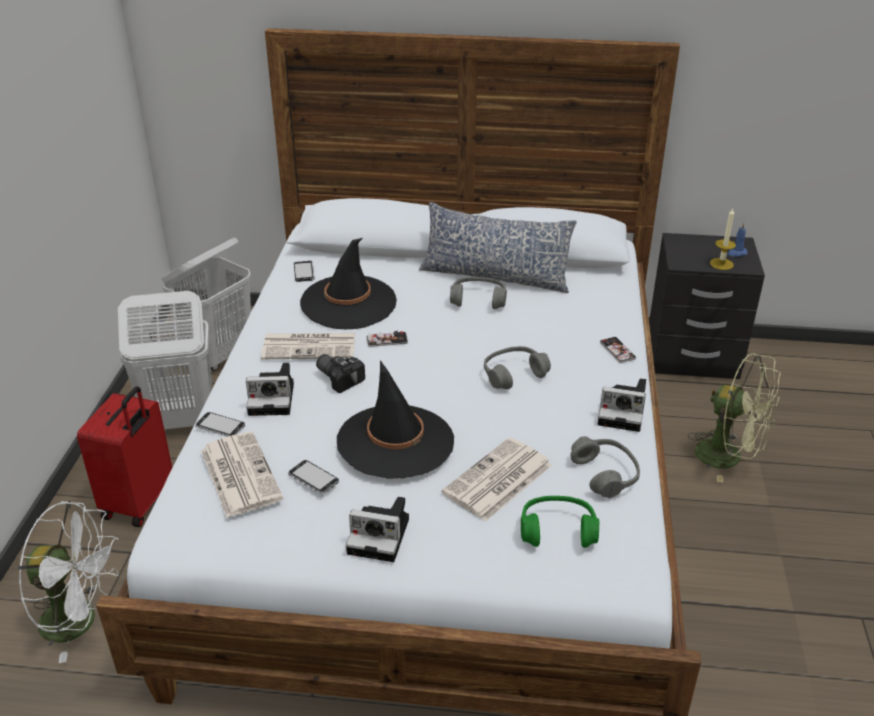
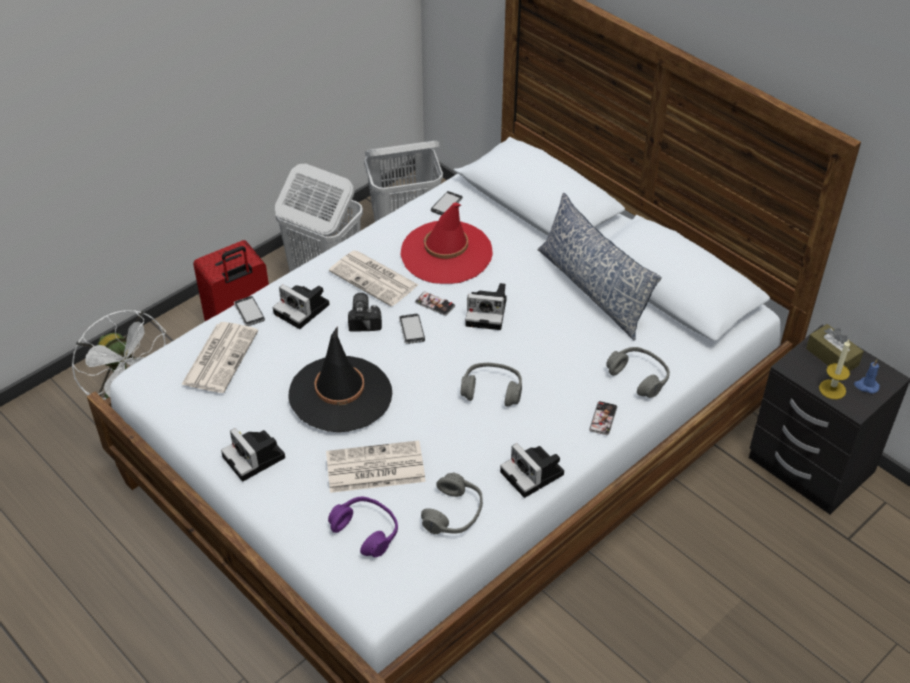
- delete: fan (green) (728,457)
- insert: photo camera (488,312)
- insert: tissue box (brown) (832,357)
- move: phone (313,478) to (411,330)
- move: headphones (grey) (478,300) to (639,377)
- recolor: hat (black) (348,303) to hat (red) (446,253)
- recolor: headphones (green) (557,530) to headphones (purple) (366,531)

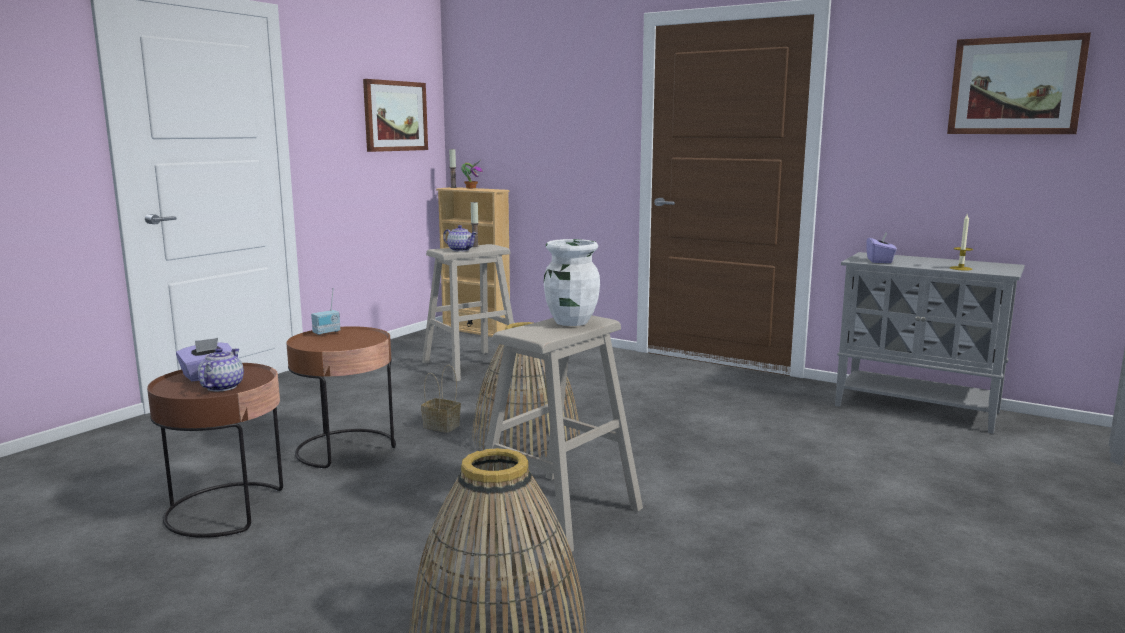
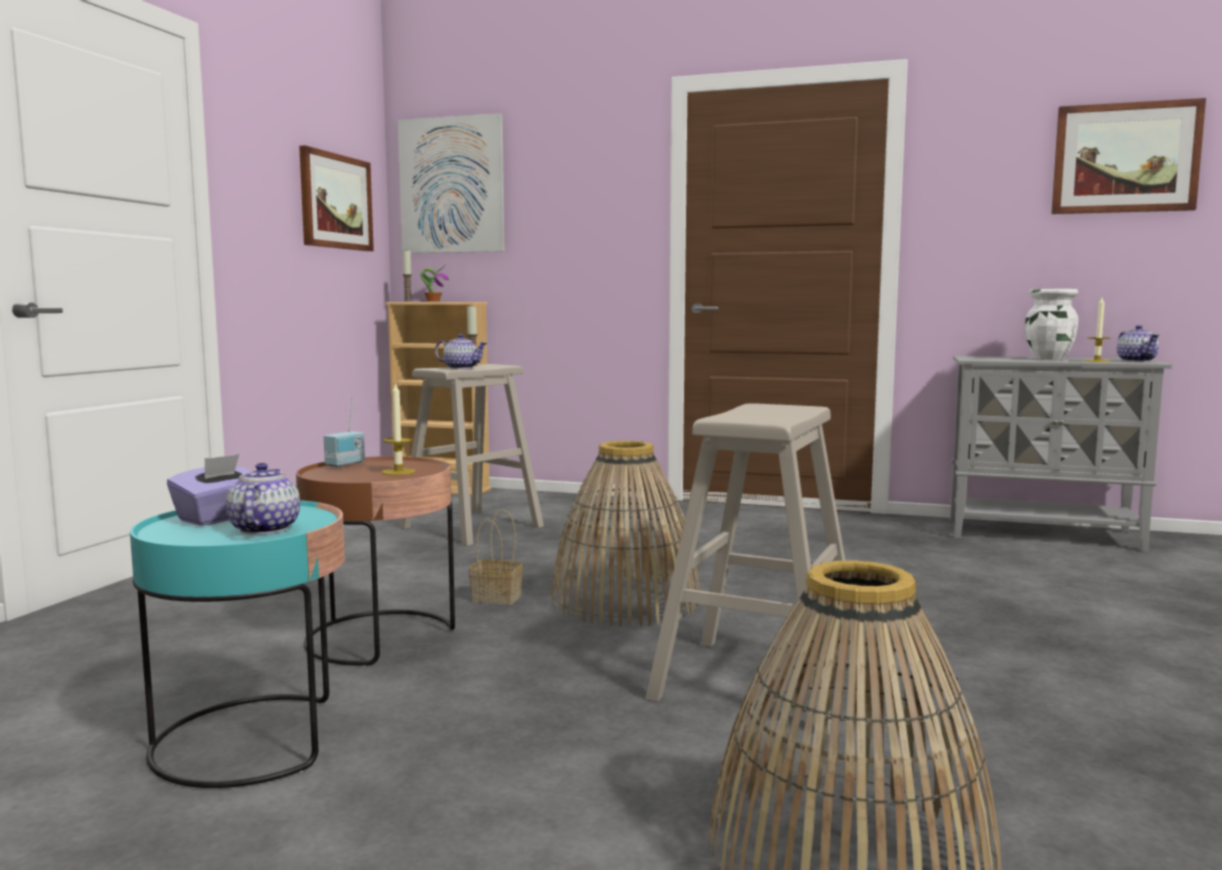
- delete: tissue box (purple) (880,261)
- insert: candle (398,472)
- insert: picture (451,185)
- insert: teapot (1136,361)
- move: vase (white) (571,322) to (1048,358)
- recolor: side table (brown) (227,509) to side table (turquoise) (252,739)

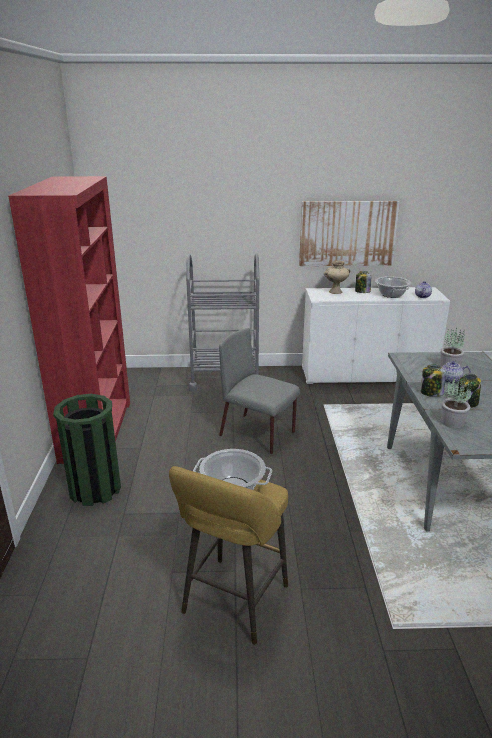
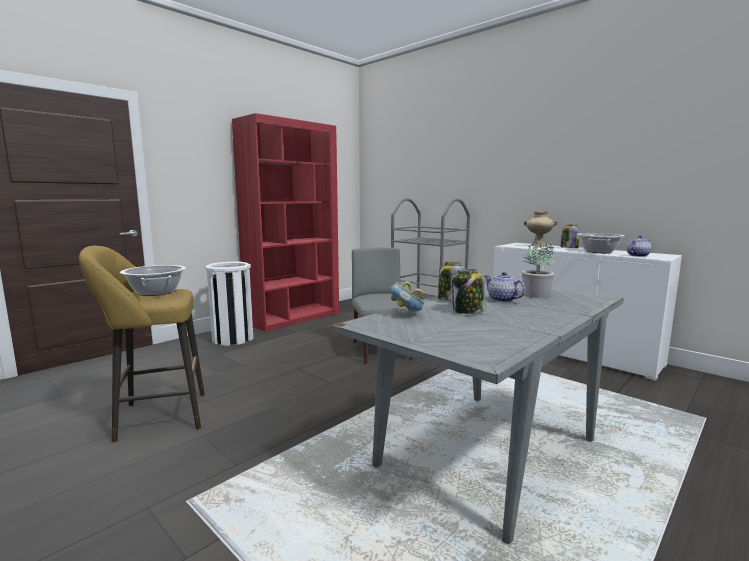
- delete: picture (347,233)
- replace: potted plant (453,422) to bowl (407,314)
- recolor: trash can (green) (95,489) to trash can (white) (232,339)

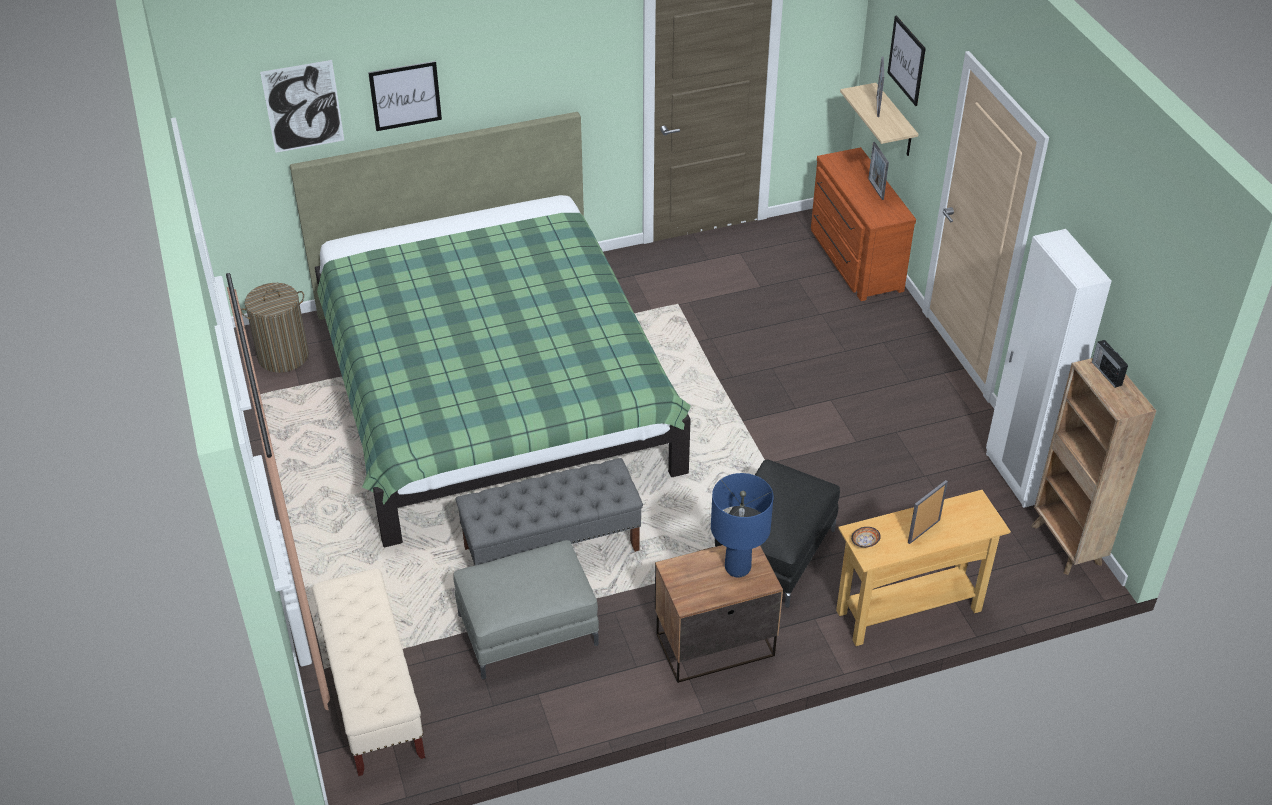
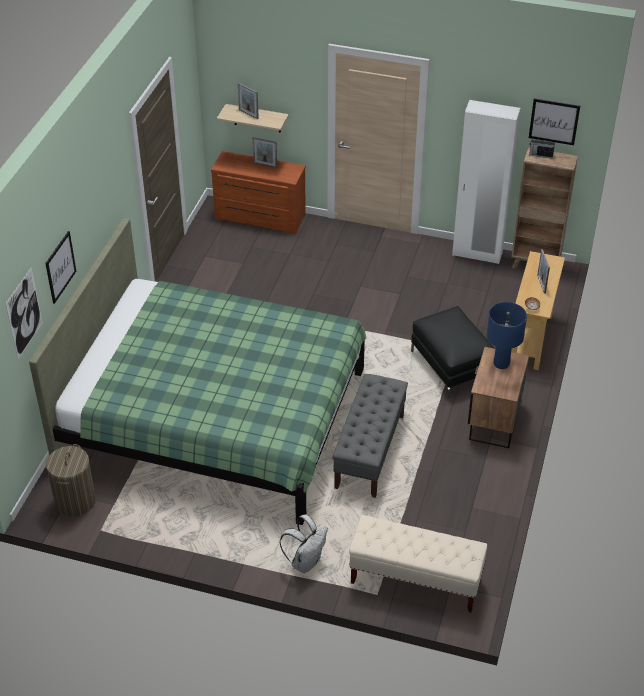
- delete: ottoman (grey) (528,629)
- insert: backpack (white) (305,561)
- move: picture (906,60) to (554,121)

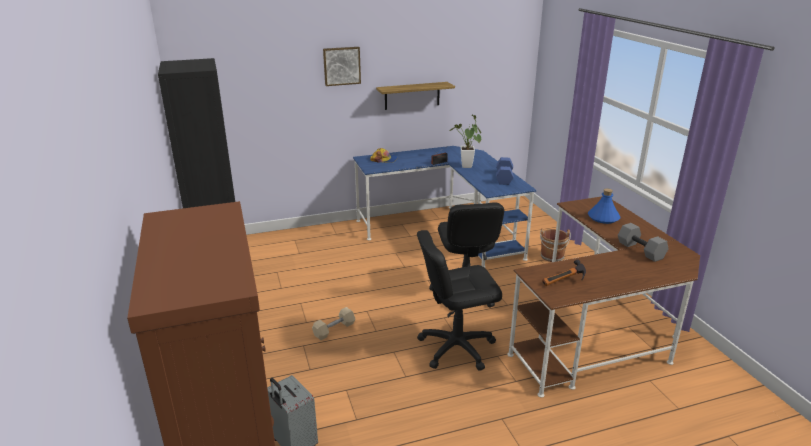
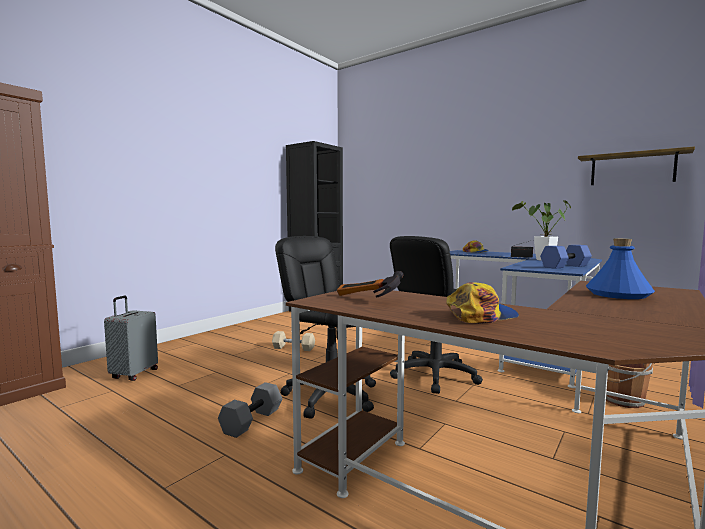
- delete: picture (341,66)
- insert: cap (480,315)
- move: shelf (412,95) to (632,169)
- move: dumbbell (grey) (641,250) to (252,421)

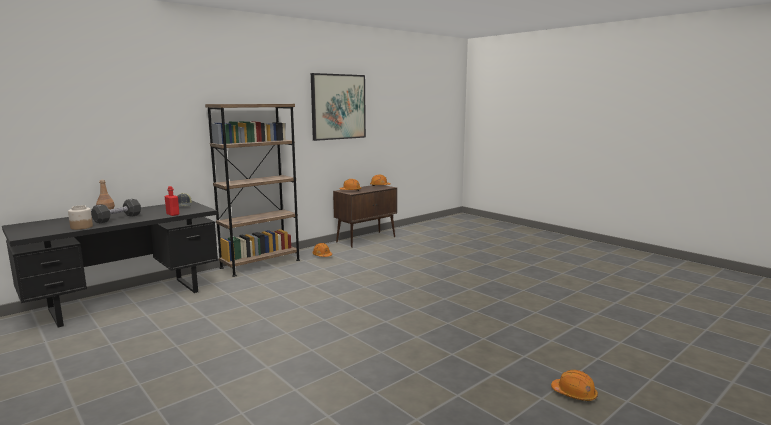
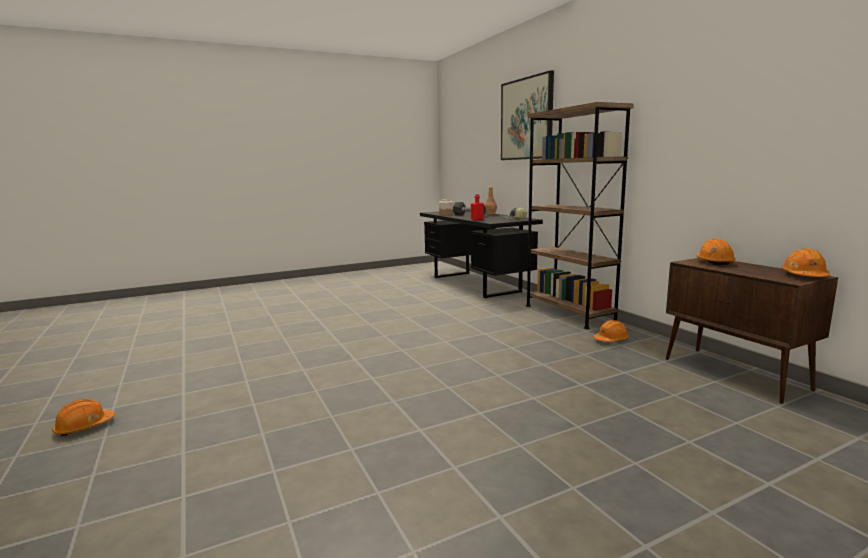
- move: picture (338,107) to (526,119)

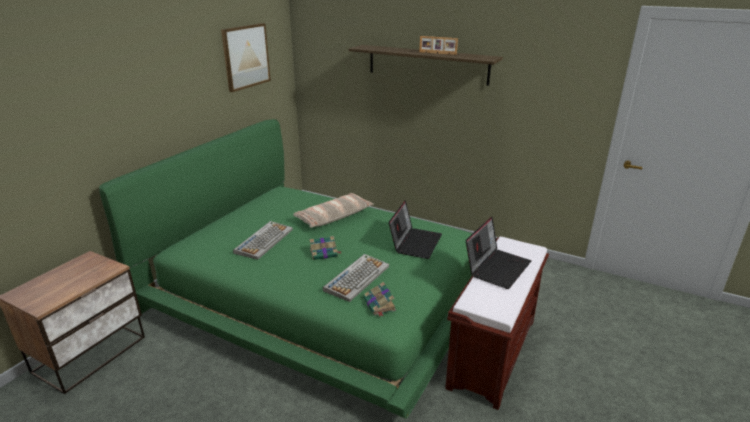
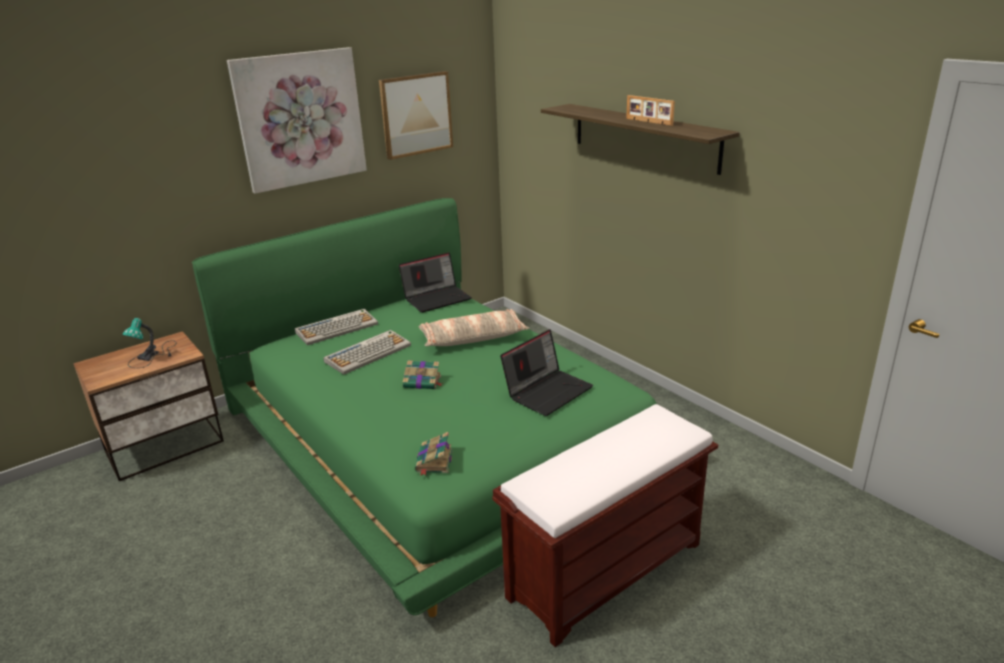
- insert: table lamp (153,355)
- insert: picture (300,119)
- move: keyboard (357,278) to (337,328)
- move: laptop (497,267) to (437,298)

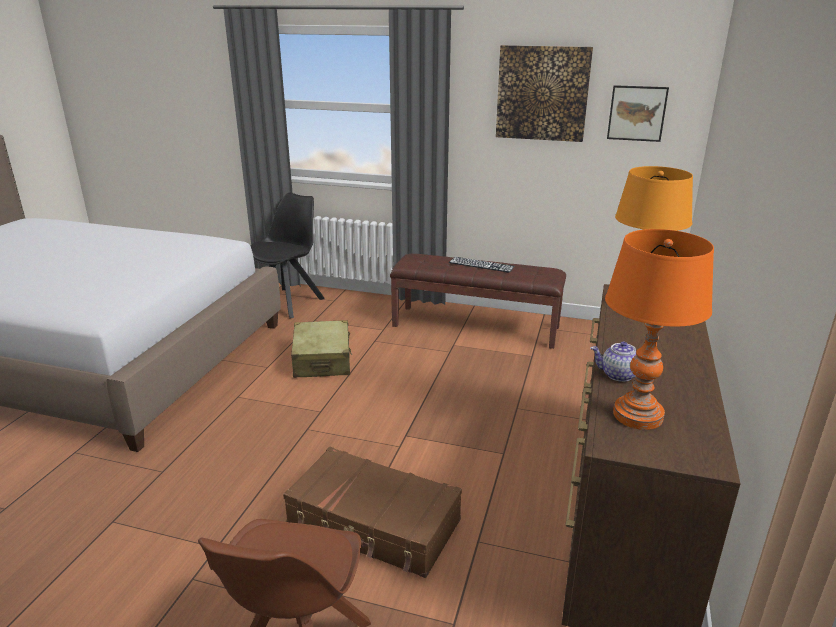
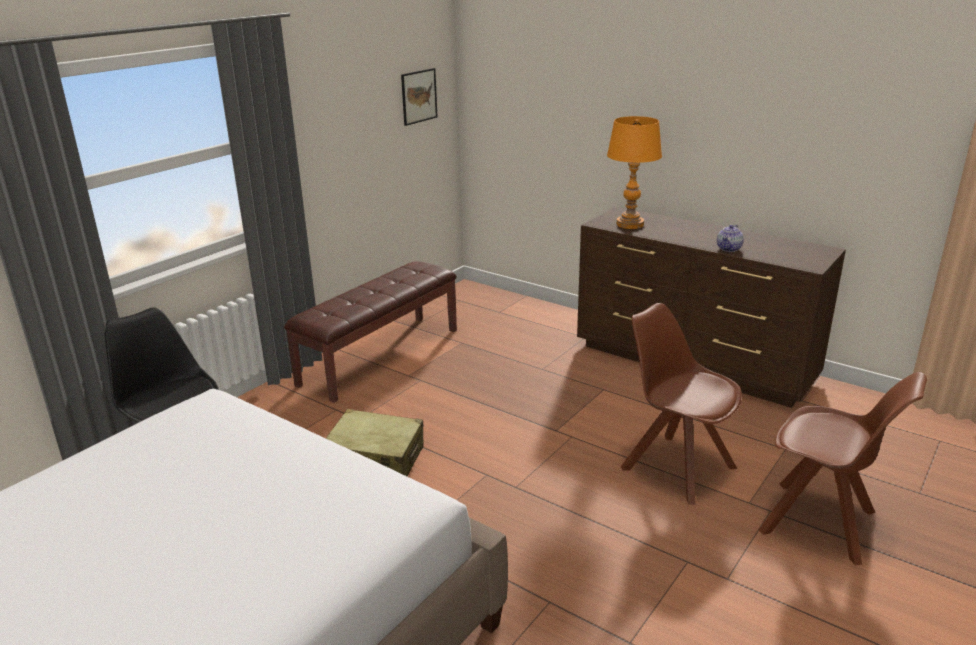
- delete: keyboard (481,264)
- delete: picture (542,93)
- delete: table lamp (orange) (637,415)
- replace: suitcase (brown) (374,524) to chair (brown) (675,466)

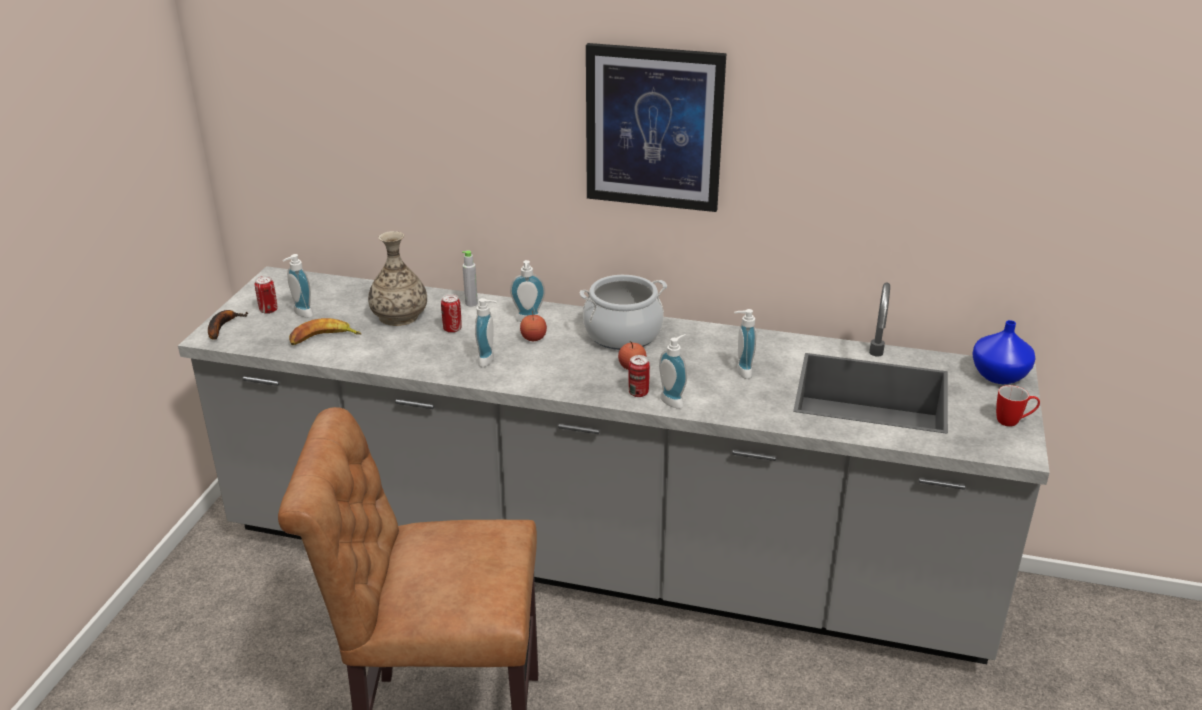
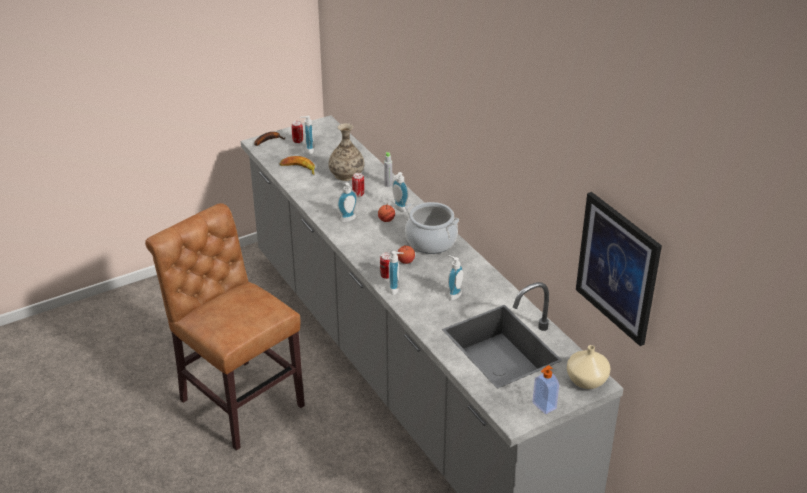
- move: picture (654,128) to (618,268)
- replace: mug (1013,422) to soap dispenser (543,406)
- recolor: vase (blue) (998,376) to vase (beige) (585,380)

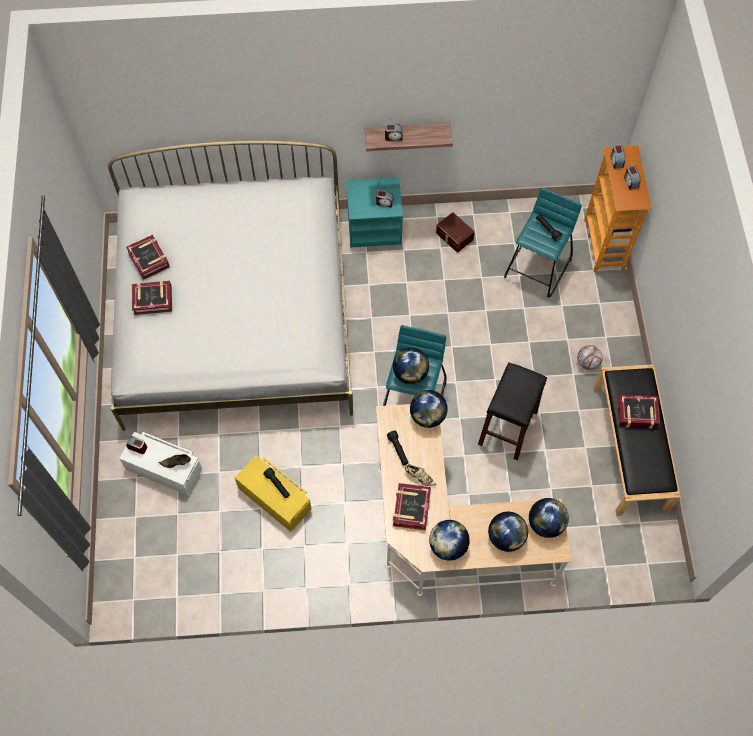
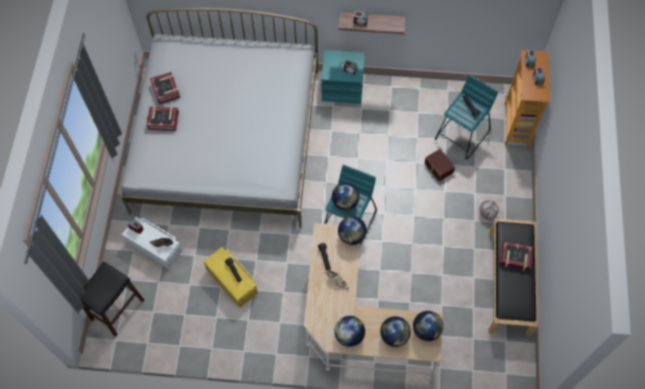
- delete: book (411,508)
- move: storage box (brown) (454,236) to (438,168)
- move: stool (black) (507,428) to (117,309)

